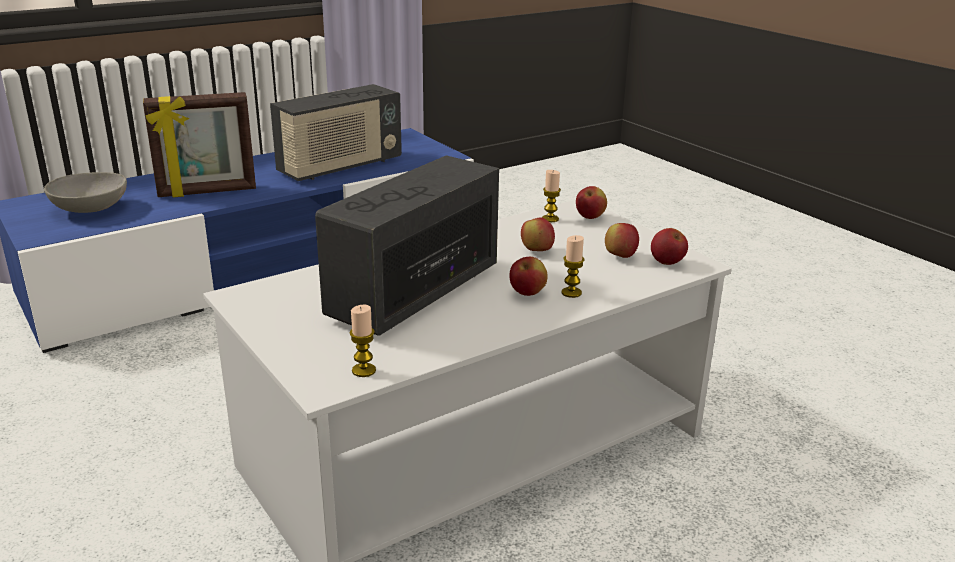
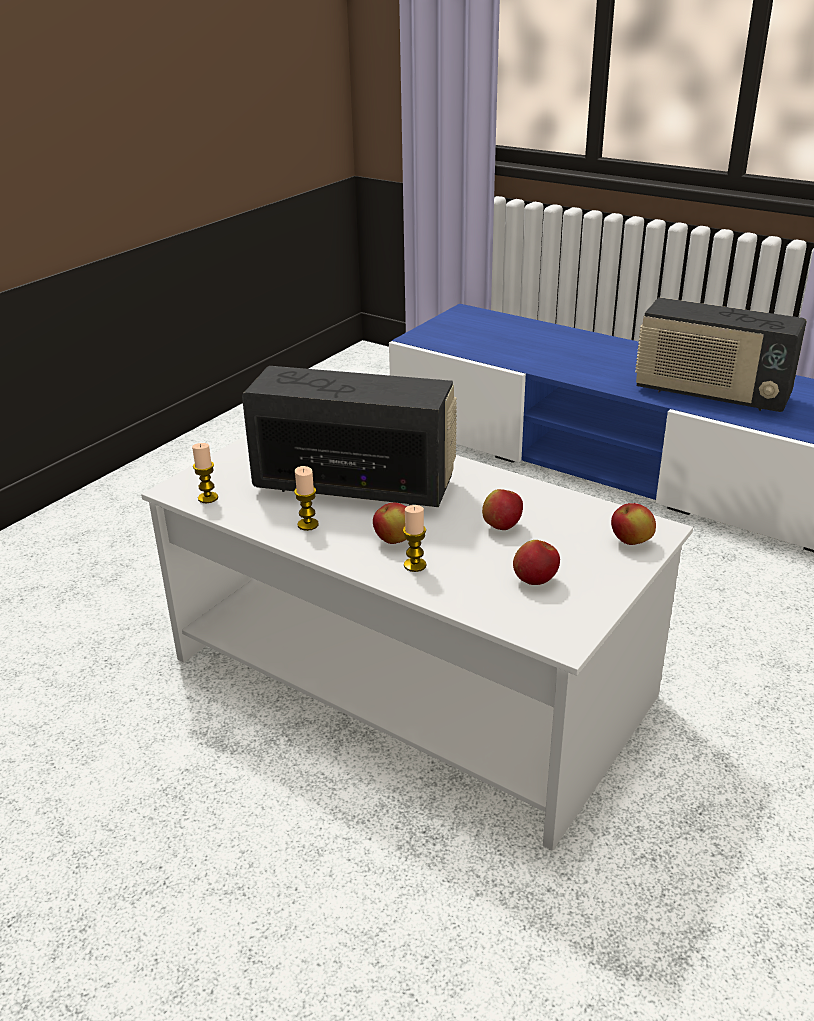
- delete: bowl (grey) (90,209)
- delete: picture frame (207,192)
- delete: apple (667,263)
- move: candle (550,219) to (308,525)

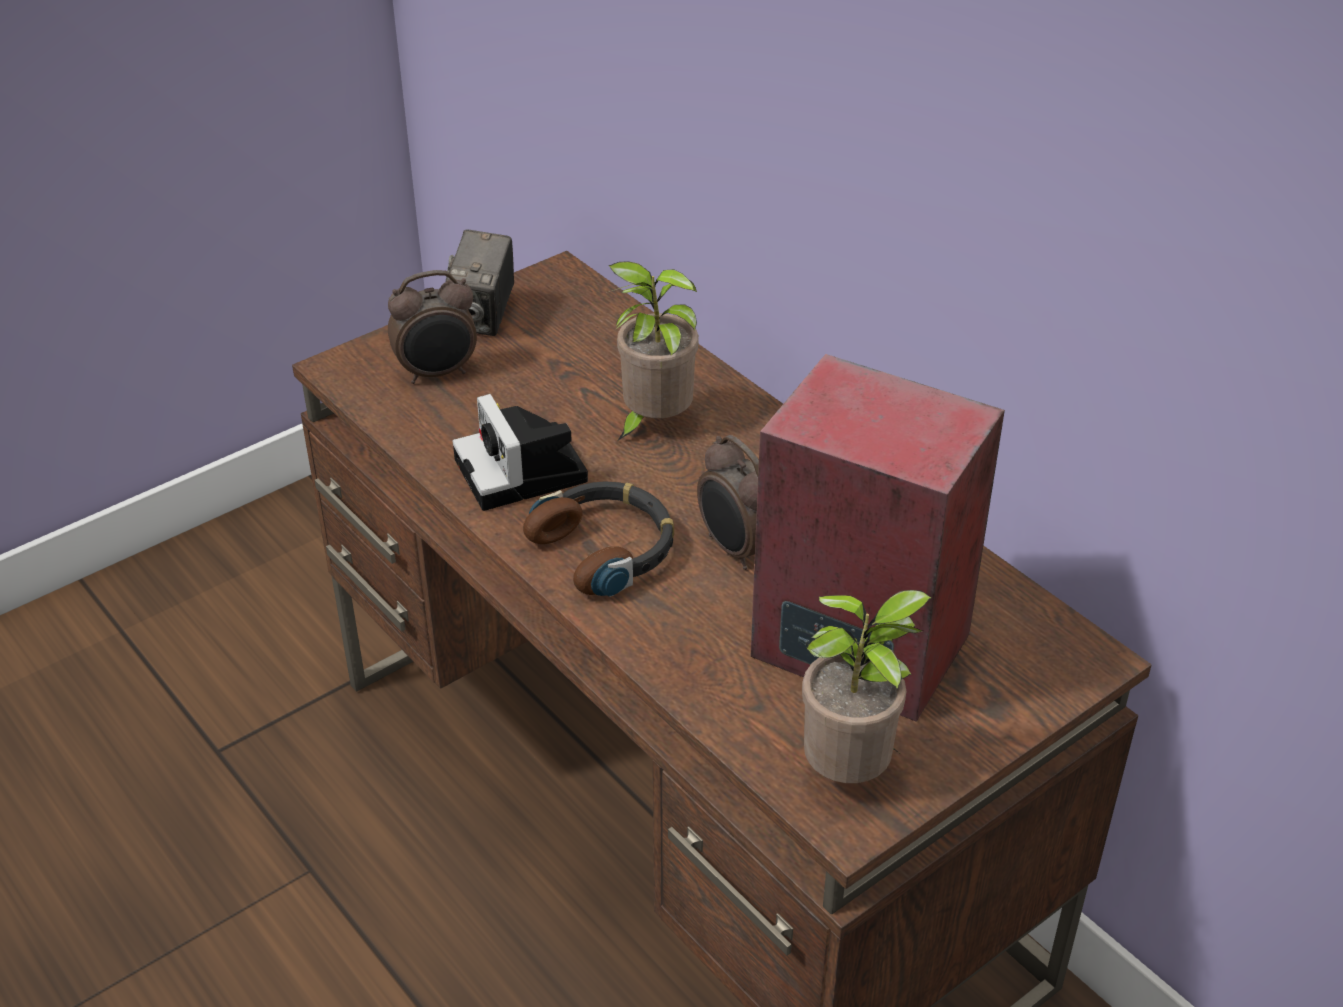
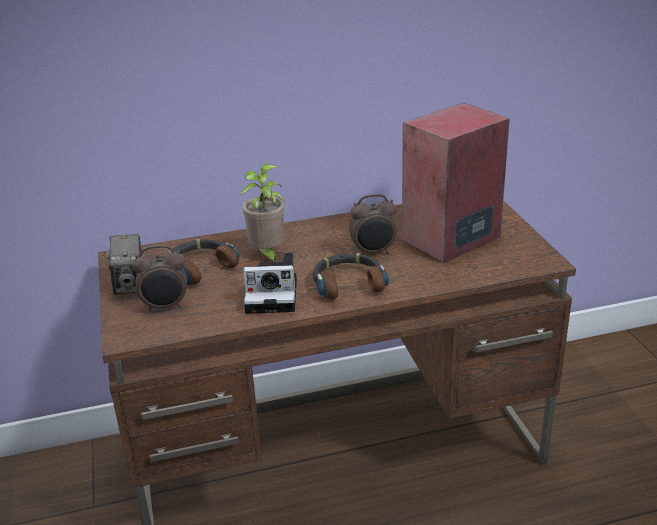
- delete: potted plant (852,774)
- insert: headphones (200,268)
- rotate: alarm clock (437,373) = (165,307) 75 degrees clockwise
- rotate: photo camera (483,317) = (130,285) 45 degrees clockwise

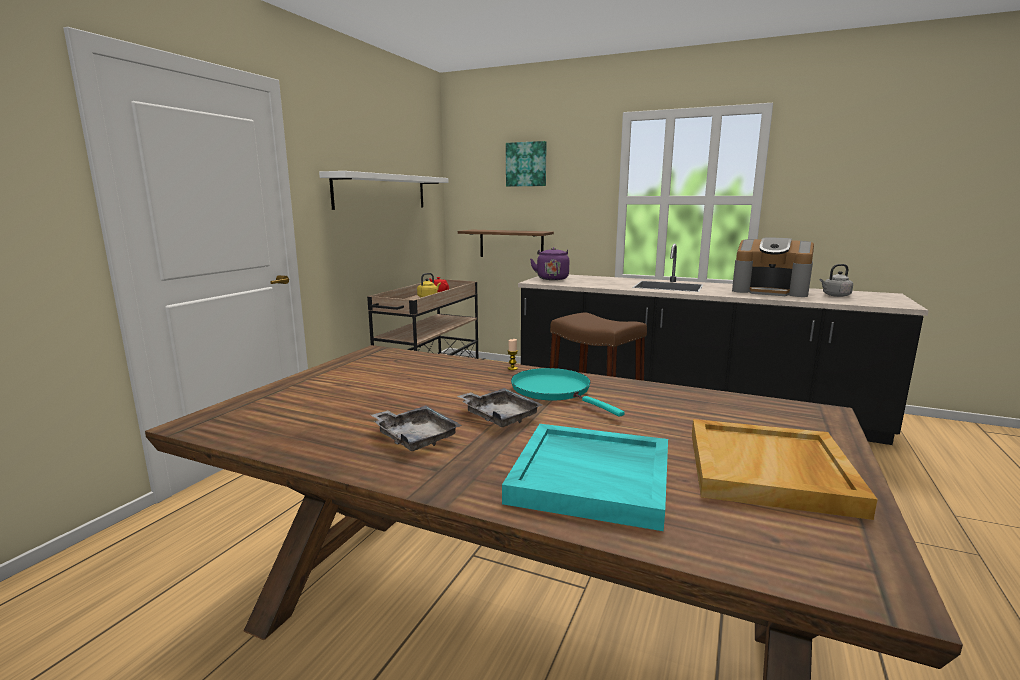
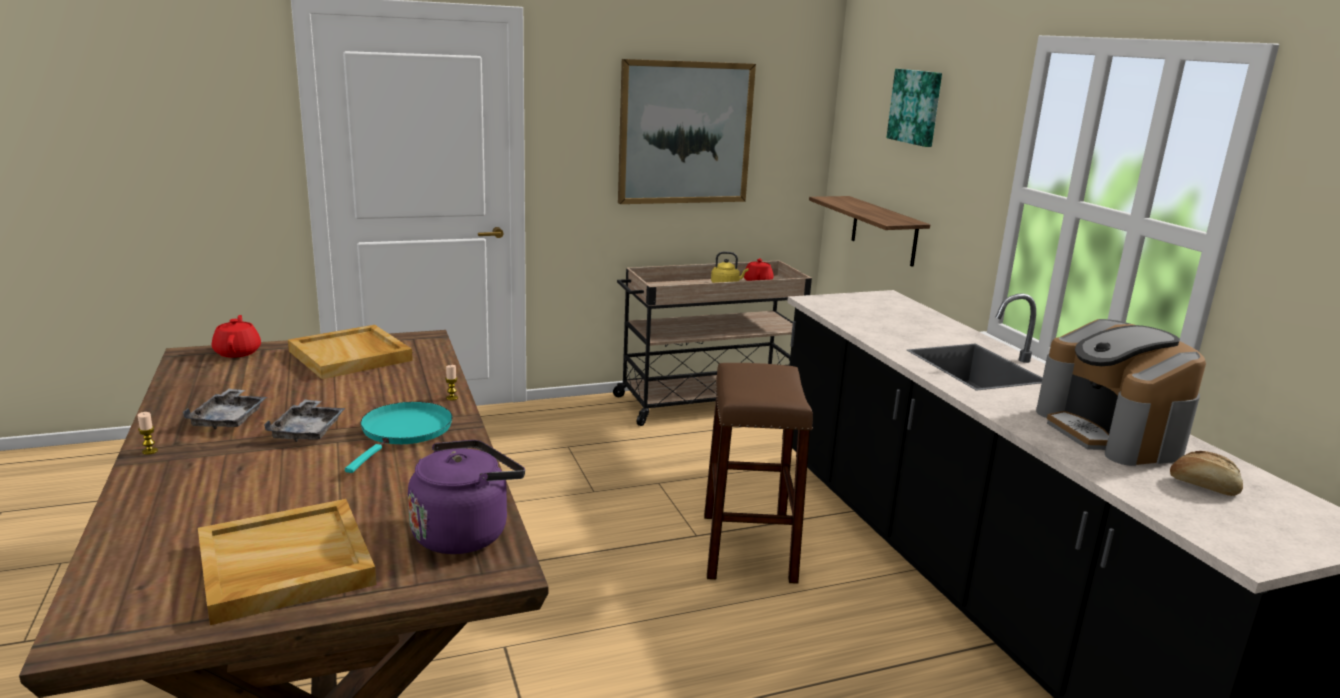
- delete: tray (turquoise) (593,477)
- insert: candle (150,451)
- insert: teapot (red) (238,352)
- insert: tray (beige) (351,356)
- move: kettle (purple) (552,278) to (465,533)
- replace: shelf (white) (381,192) to picture (685,133)
- replace: kettle (grey) (835,295) to bread (1203,486)

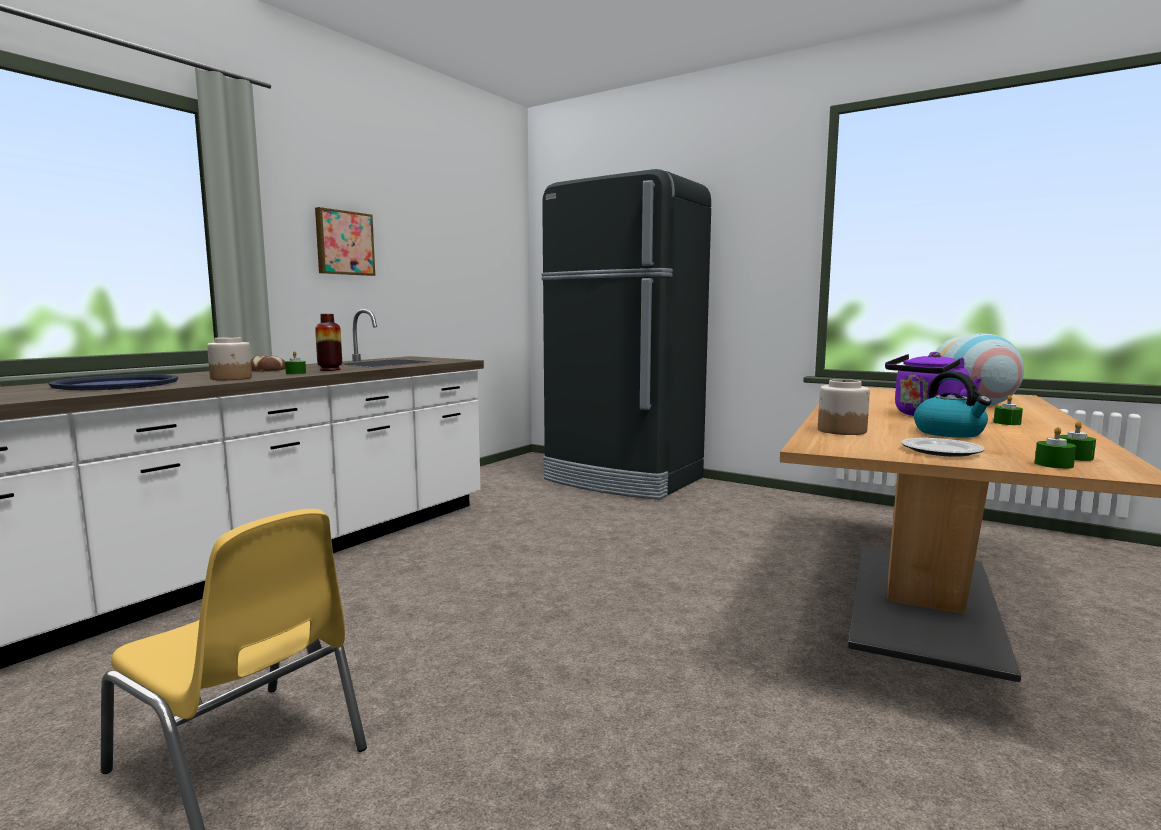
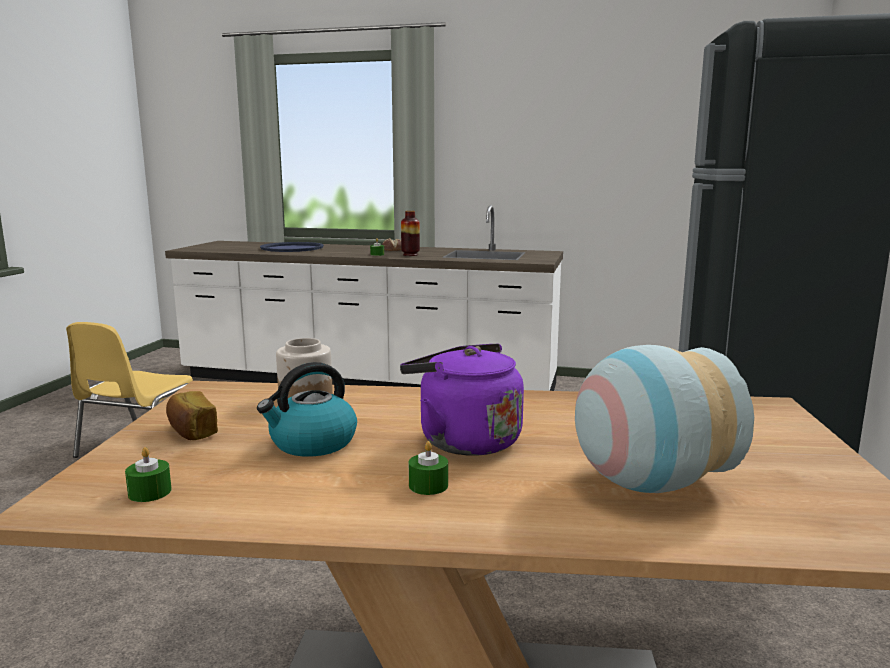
- delete: jar (231,378)
- delete: picture (344,243)
- delete: candle (green) (1053,464)
- replace: plate (940,451) to bread (191,431)

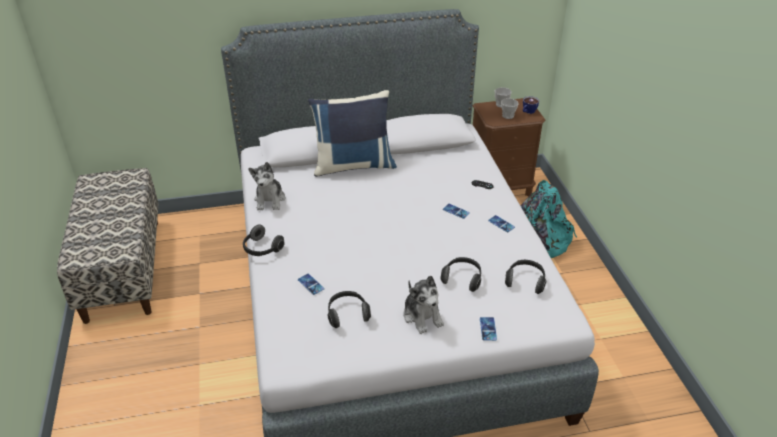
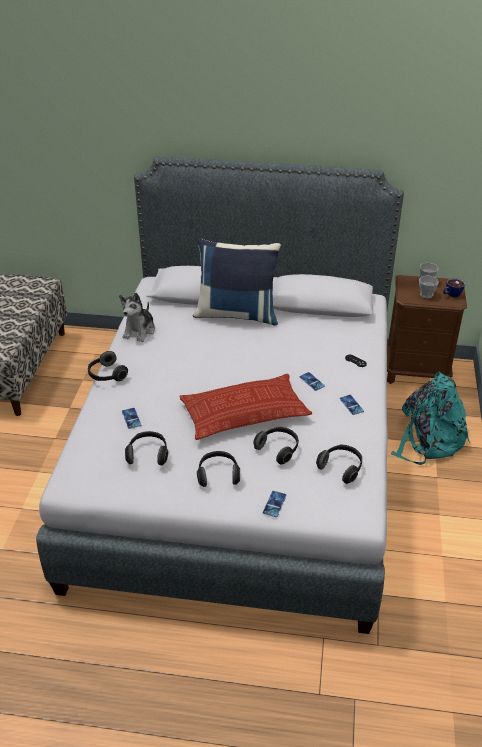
- insert: pillow (244,413)
- replace: plush toy (422,316) to headphones (218,475)

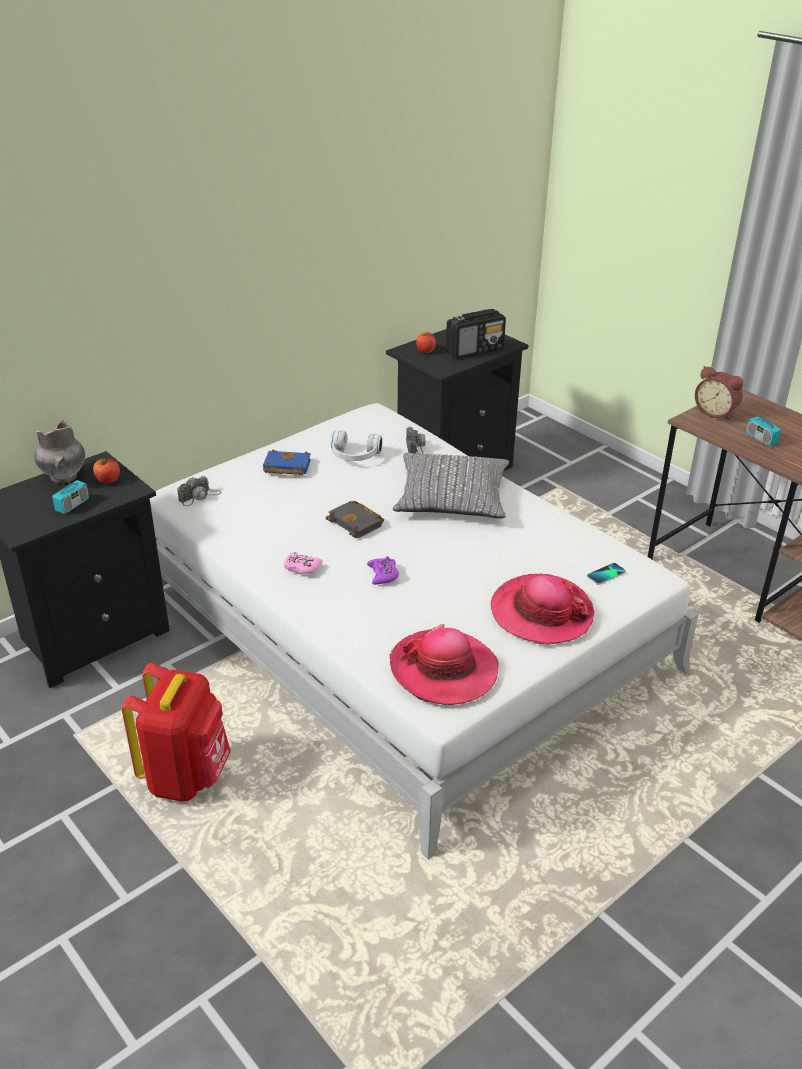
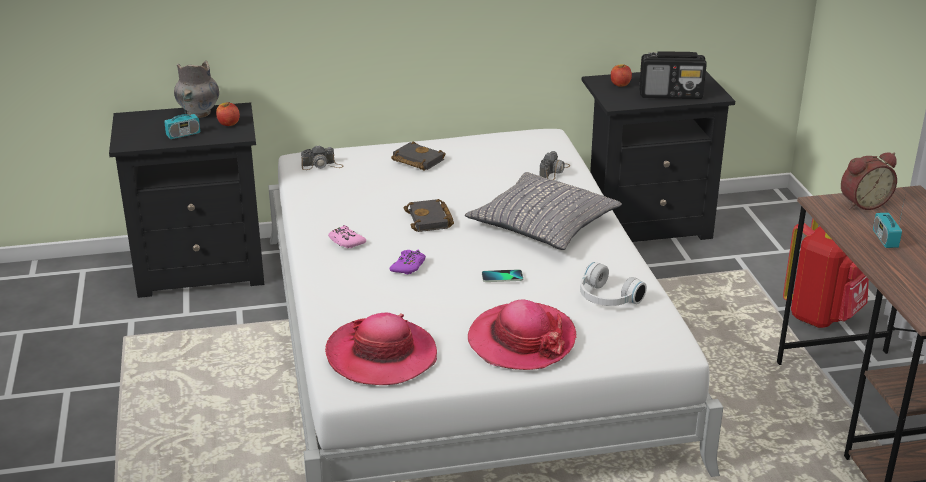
- move: backpack (red) (186,776) to (822,315)
- move: headphones (white) (354,456) to (606,298)
- move: phone (606,574) to (502,277)
- recolor: book (blue) (285,467) to book (black) (416,160)
- rotate: alarm clock (715,412) = (862,203) 90 degrees counterclockwise

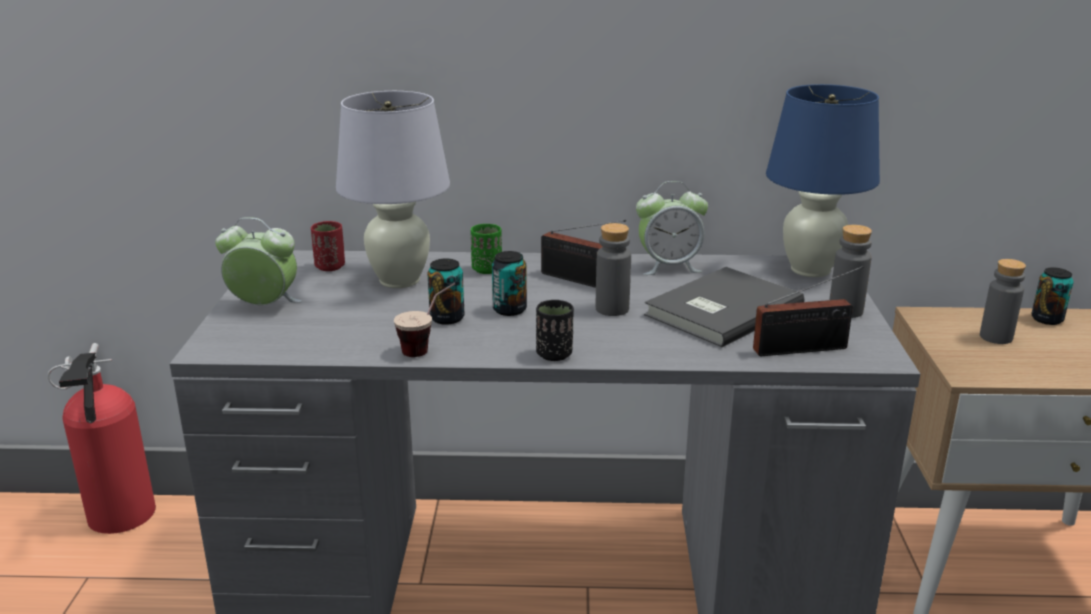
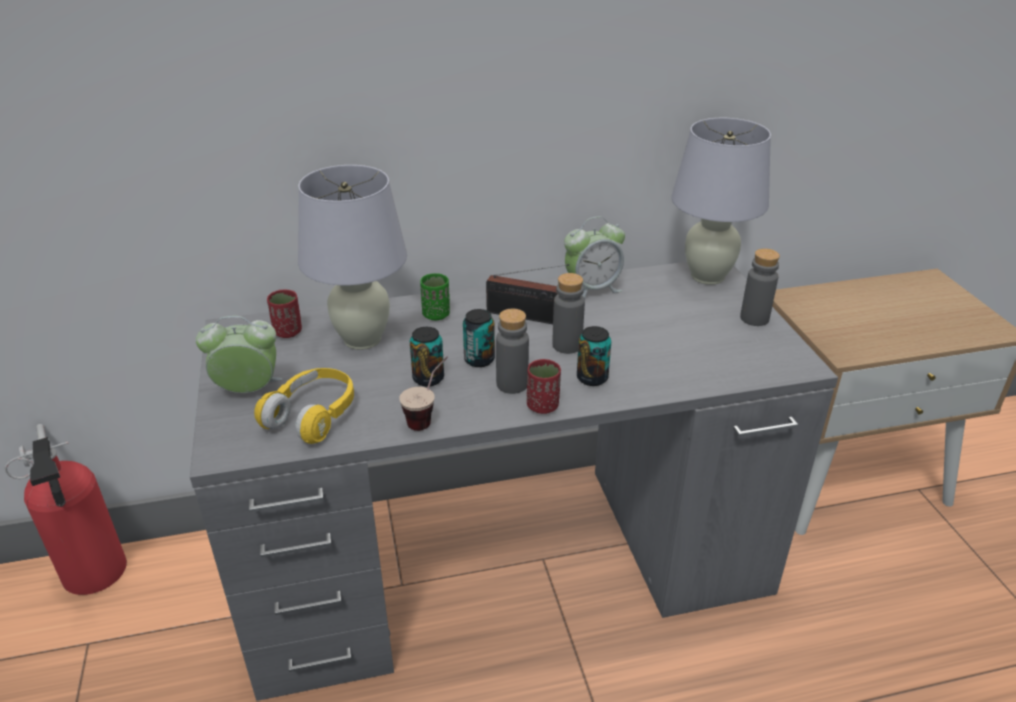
- delete: book (grey) (719,310)
- delete: radio (805,349)
- insert: headphones (yellow) (313,416)
- move: bottle (grey) (996,337) to (512,384)
- move: can (1047,319) to (592,378)
- recolor: cup (black) (554,354) to cup (red) (542,406)
- recolor: table lamp (blue) (810,269) to table lamp (white) (707,276)

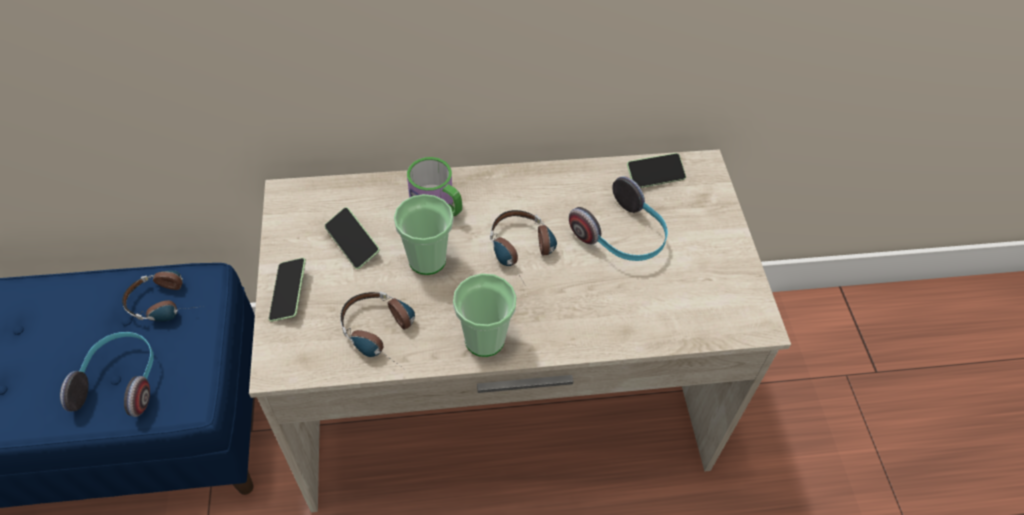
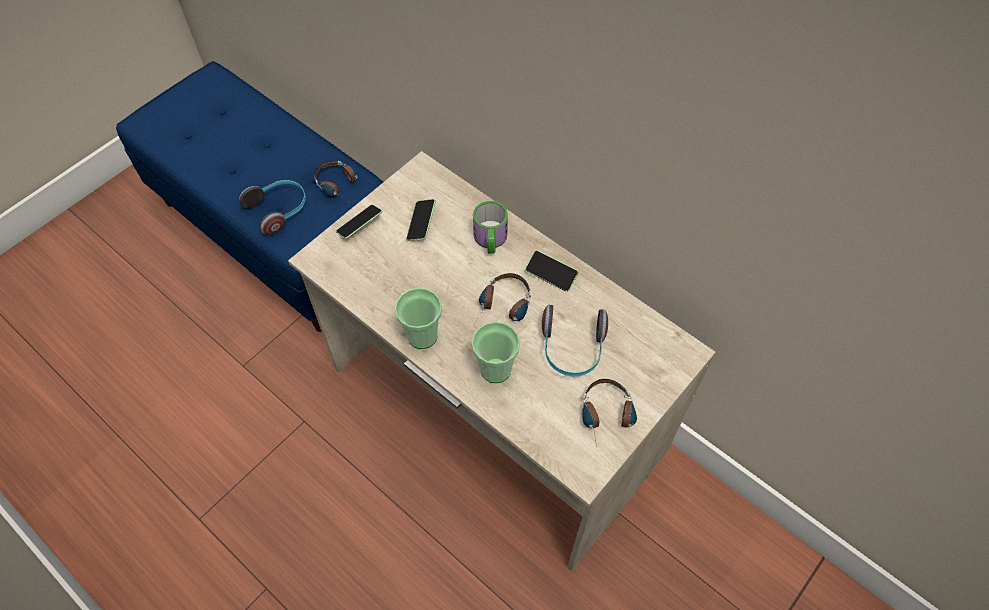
- move: headphones (385,334) to (607,419)
- move: cup (427,259) to (495,369)
- move: phone (655,176) to (551,275)

